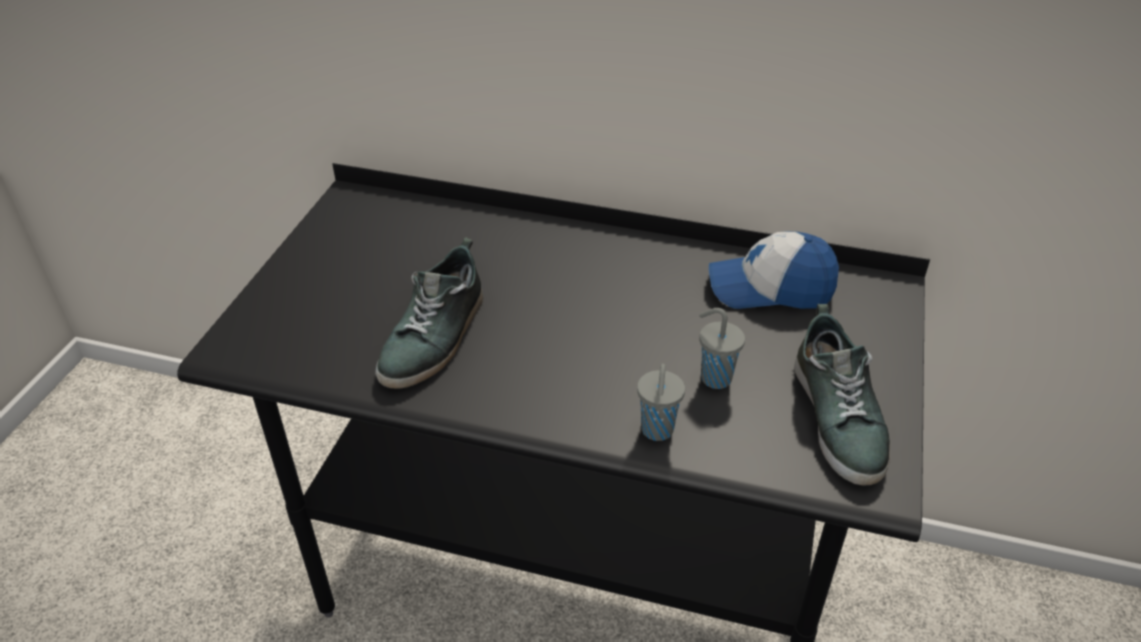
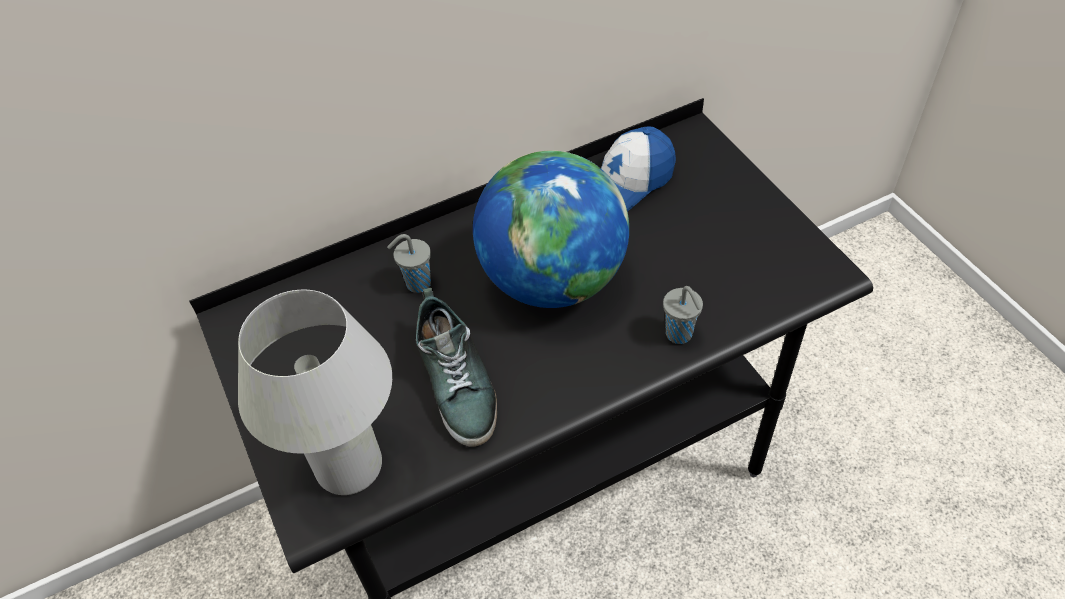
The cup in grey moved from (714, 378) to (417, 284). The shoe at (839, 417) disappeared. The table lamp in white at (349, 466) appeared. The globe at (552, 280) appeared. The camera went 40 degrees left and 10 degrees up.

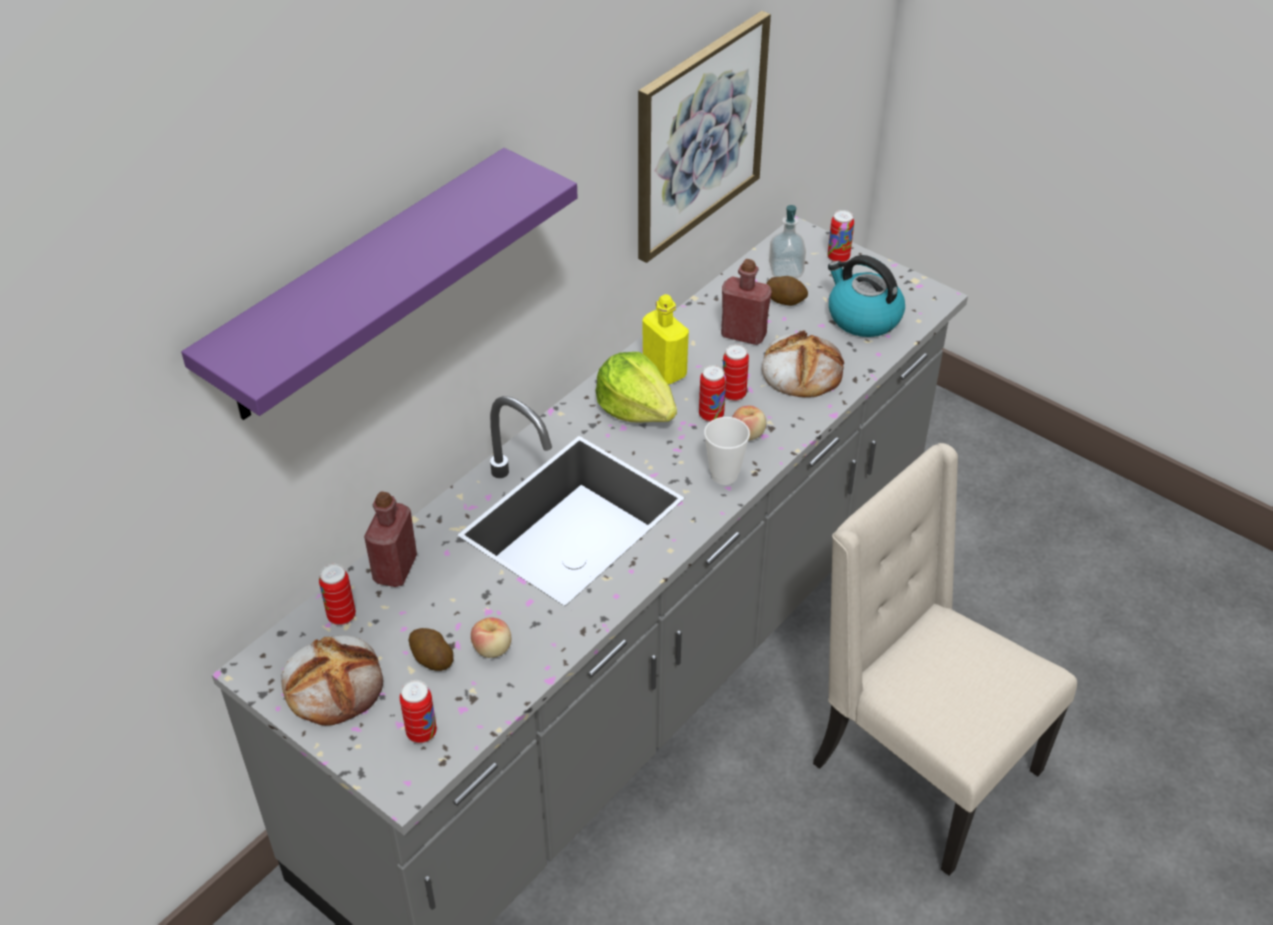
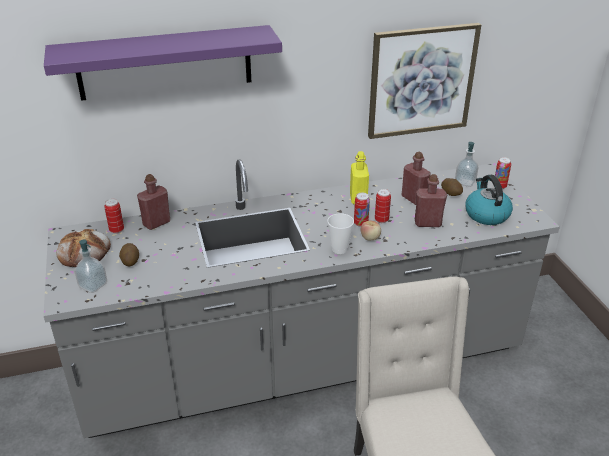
The can at (421, 732) was replaced by the soap dispenser at (93, 285). The apple at (493, 649) disappeared. The lettuce at (636, 408) disappeared. The bread at (801, 370) was replaced by the bottle in red at (427, 223). The camera went 35 degrees right and 10 degrees down.

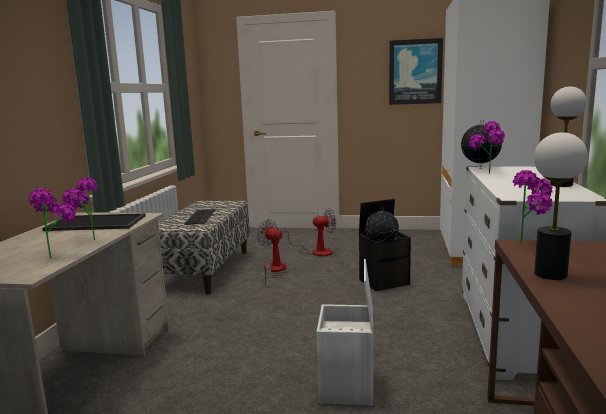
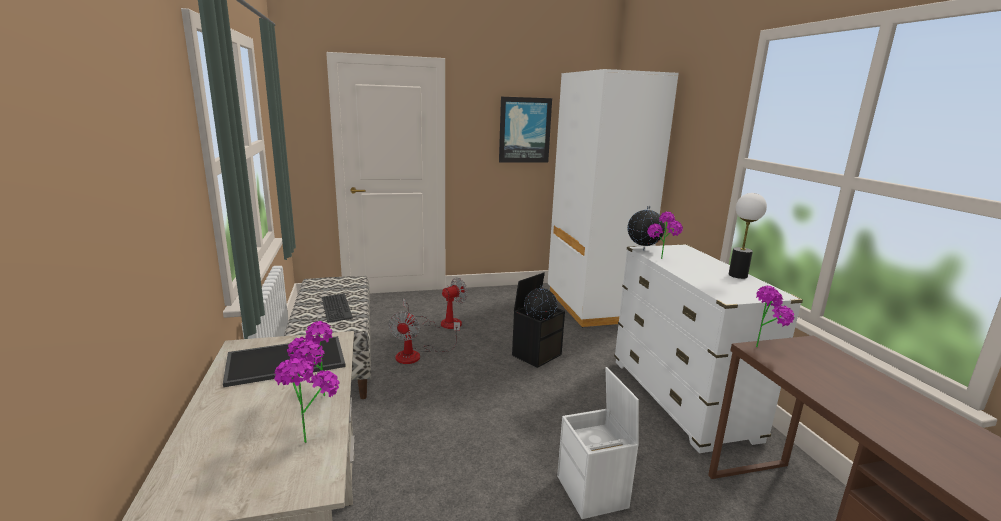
The fan at (274, 271) turned 105 degrees counterclockwise. The table lamp at (550, 274) disappeared. The camera went 25 degrees left and 5 degrees up.

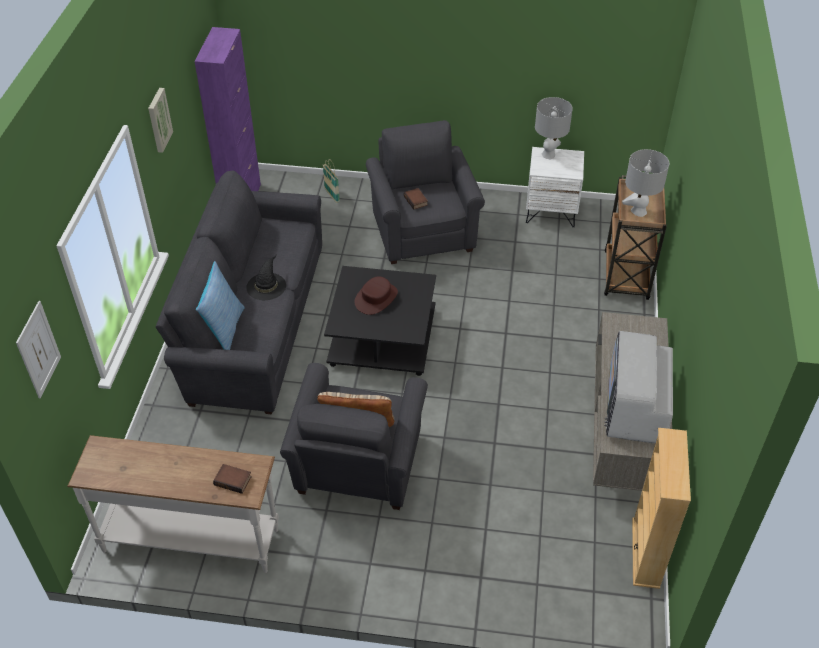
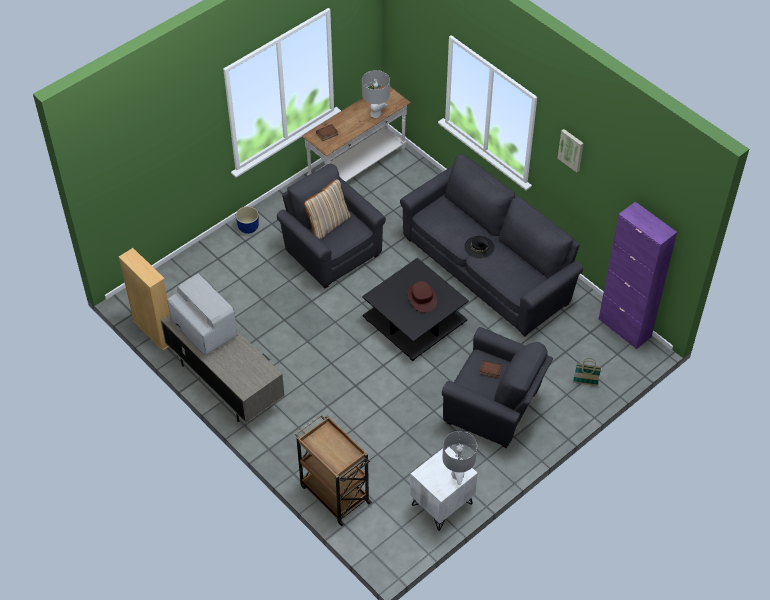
The picture at (38, 350) disappeared. The pillow at (224, 330) disappeared. The table lamp in grey moved from (638, 211) to (376, 113). The planter at (248, 228) appeared. The camera went 130 degrees right and 5 degrees up.

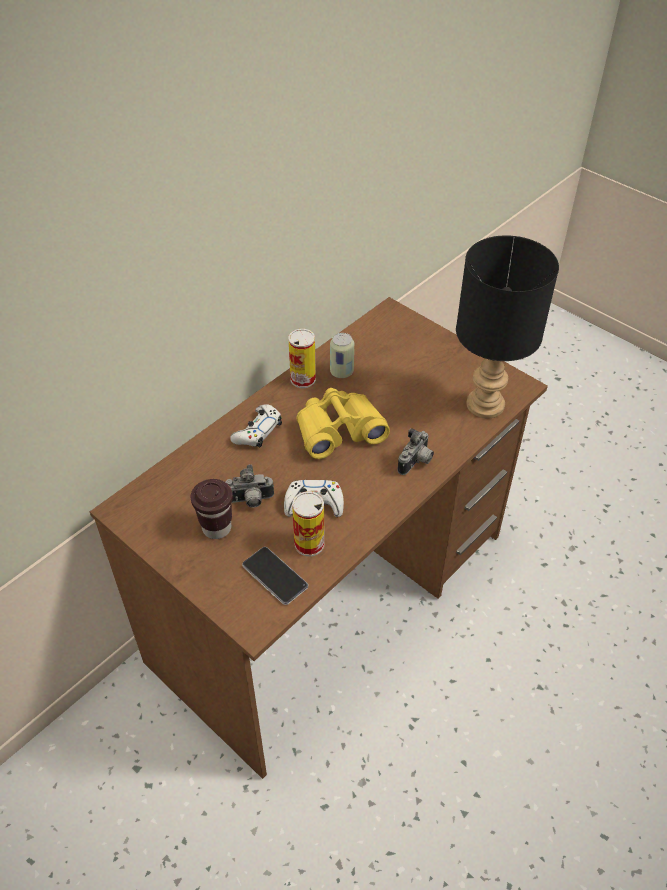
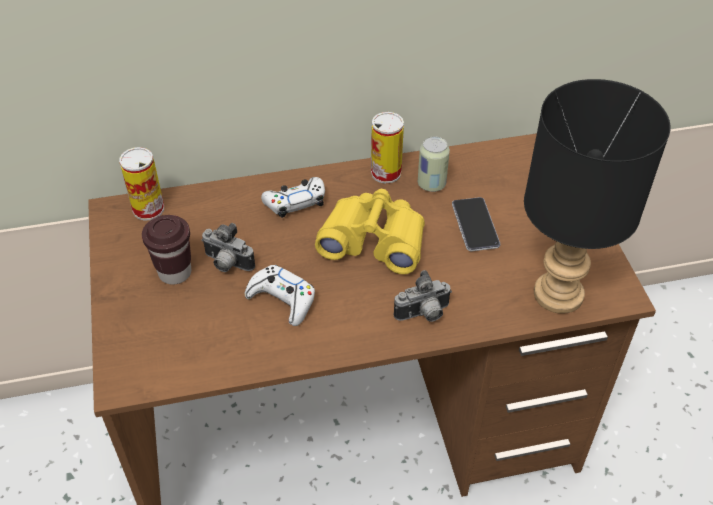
The phone moved from (275, 576) to (475, 225). The can moved from (309, 544) to (148, 209). The camera went 35 degrees right and 0 degrees up.

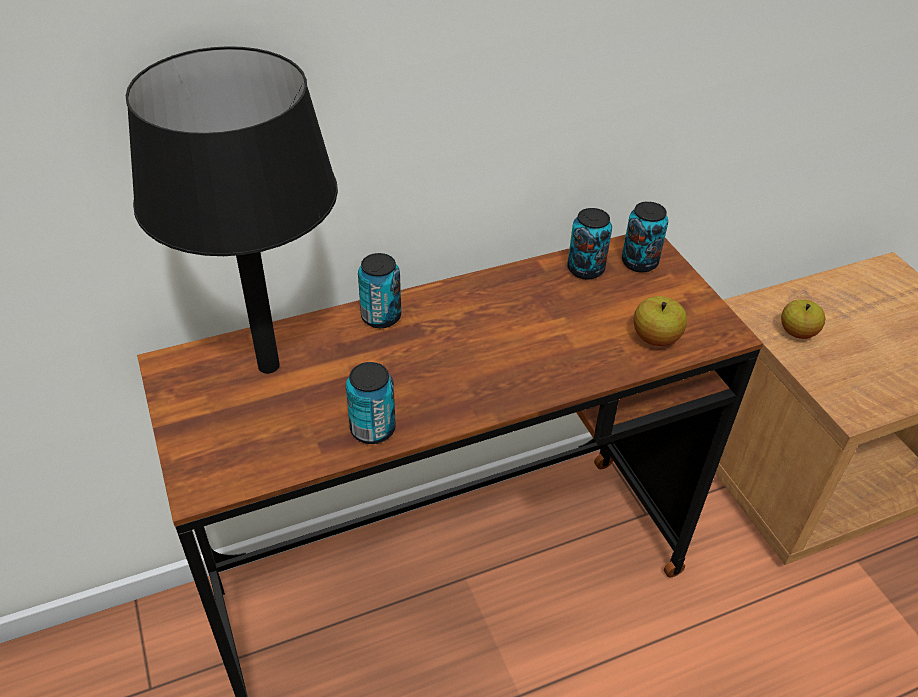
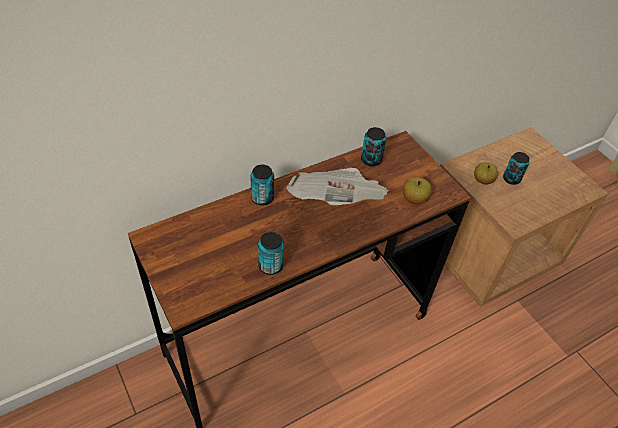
The table lamp in black at (268, 366) disappeared. The can moved from (639, 262) to (511, 179). The newspaper at (335, 203) appeared. The camera went 10 degrees left and 5 degrees up.

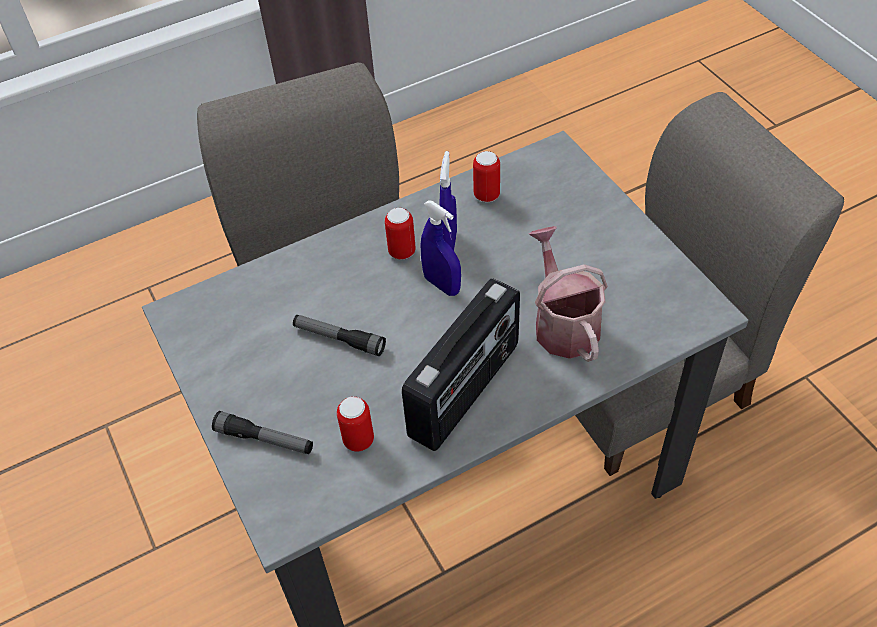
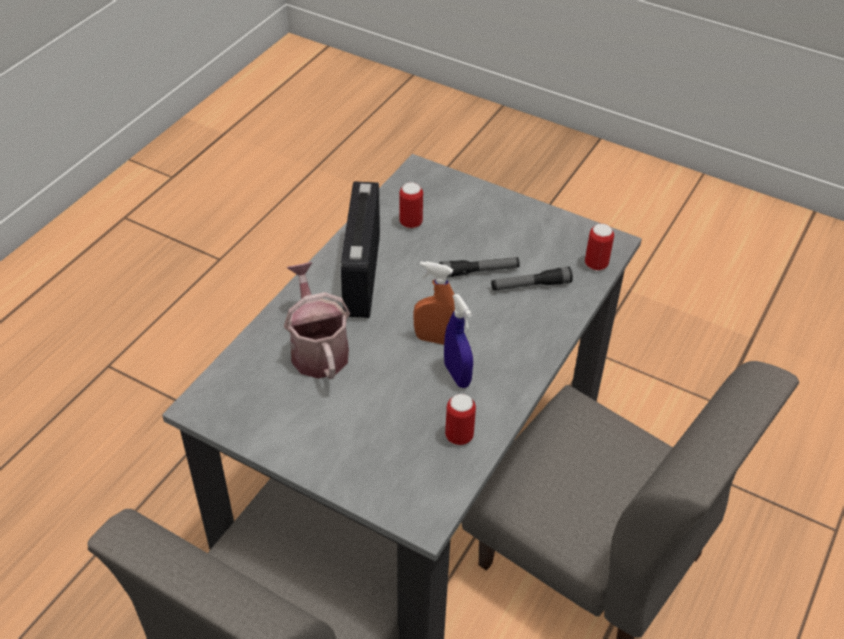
The flashlight moved from (265, 439) to (530, 285). The can moved from (402, 252) to (596, 264). The spray bottle in blue at (442, 285) became the spray bottle in orange at (435, 339). The watering can at (563, 323) turned 150 degrees counterclockwise. The camera went 145 degrees right and 5 degrees down.

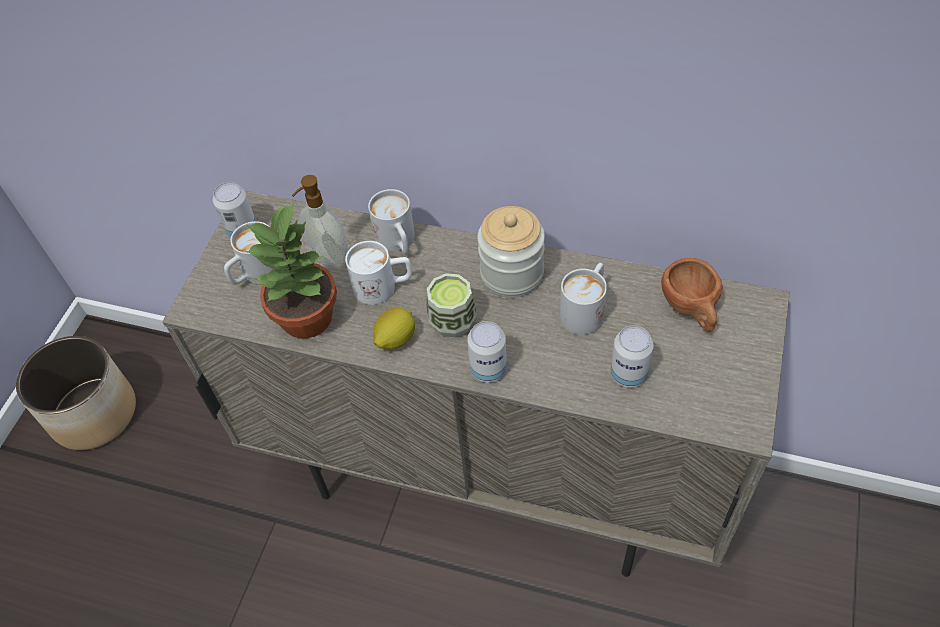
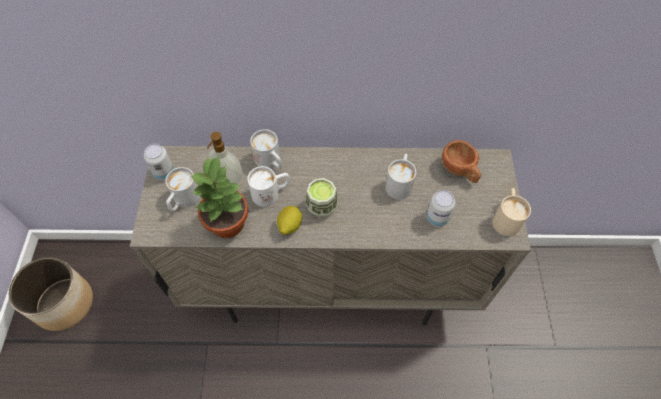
The can at (488, 369) disappeared. The jar at (512, 273) disappeared. The mug in beige at (505, 218) appeared. The camera went 20 degrees left and 5 degrees up.

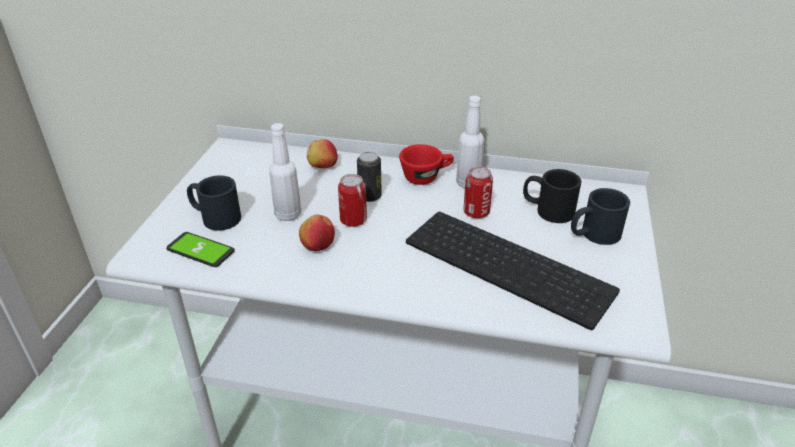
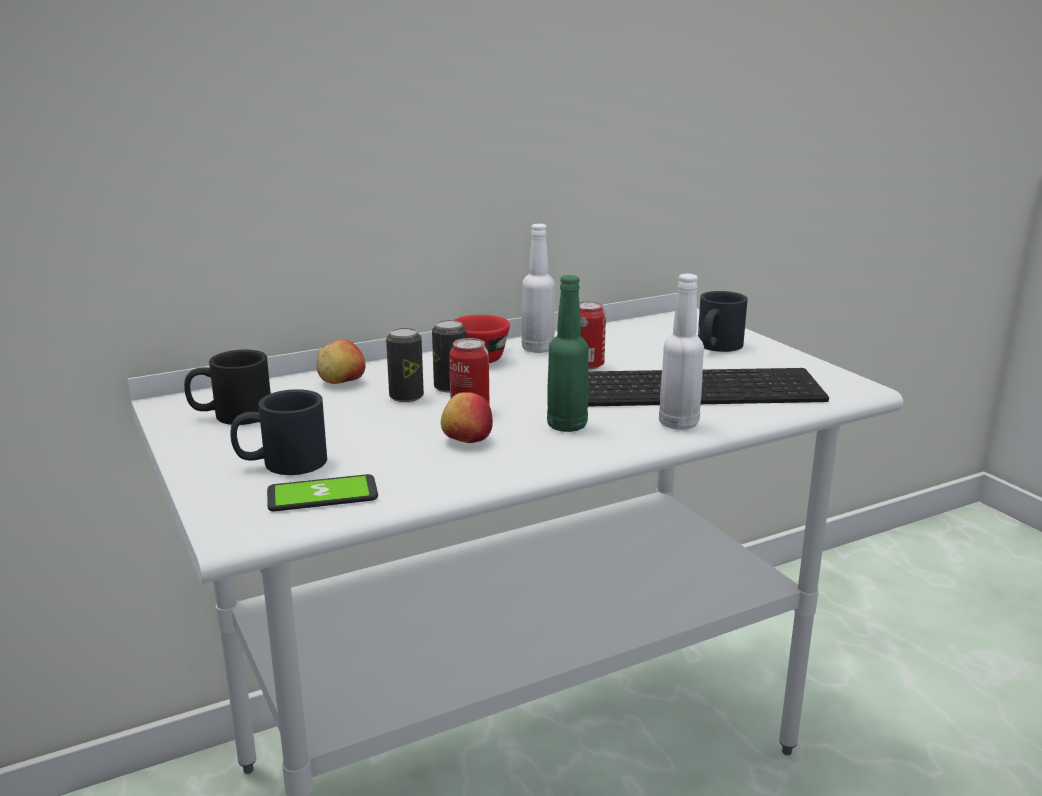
The bottle in white moved from (288, 215) to (678, 423). The mug in black moved from (547, 210) to (231, 415). The can at (406, 397) appeared. The bottle in green at (567, 425) appeared. The camera went 40 degrees left and 15 degrees down.

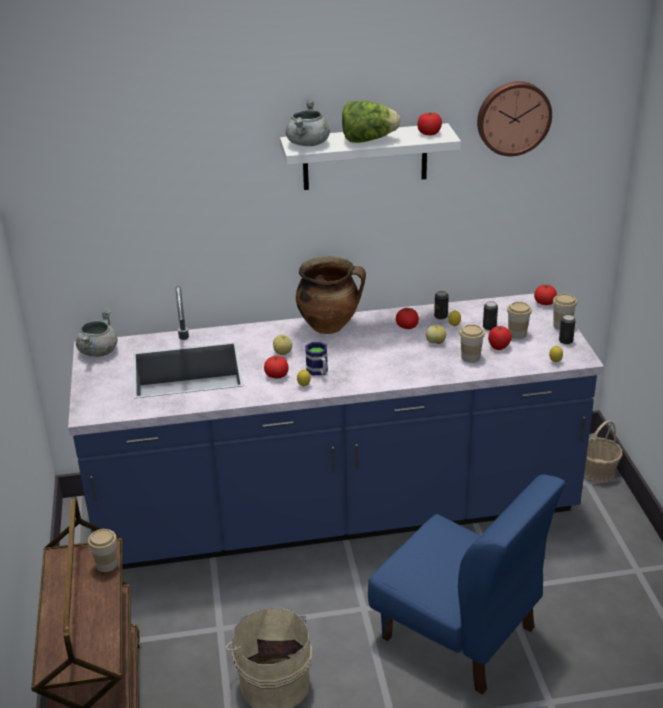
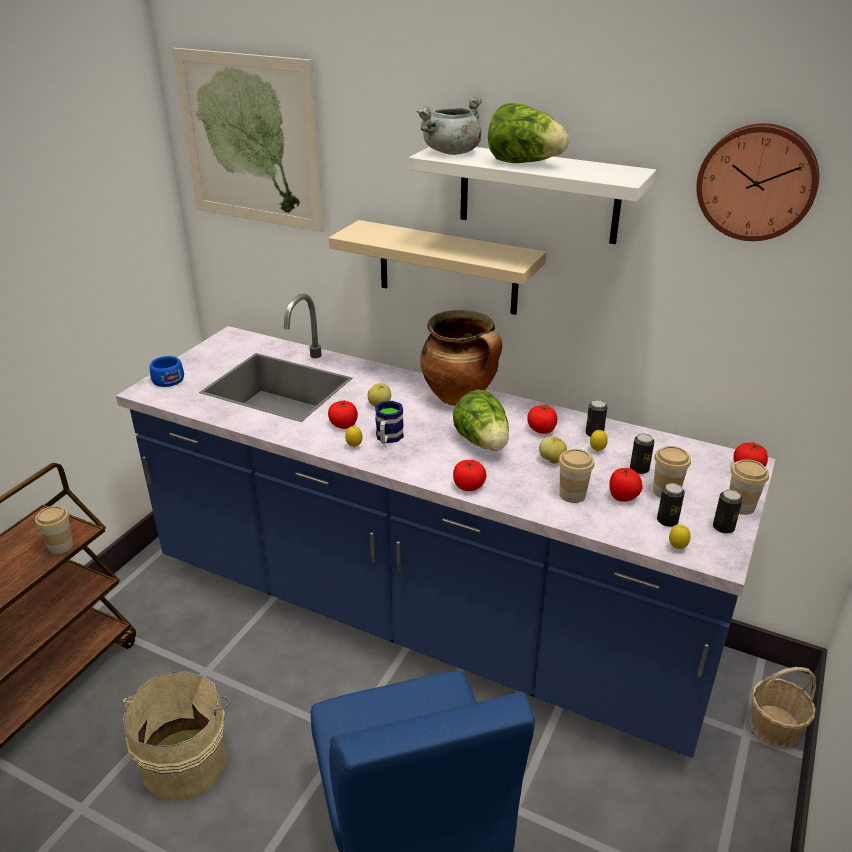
The cooking pot in grey at (98, 351) disappeared. The tomato moved from (429, 133) to (468, 486). The cup in blue at (167, 379) appeared. The picture at (250, 140) appeared. The shelf in beige at (447, 268) appeared. The lettuce at (483, 443) appeared. The can at (667, 521) appeared. The camera went 35 degrees right and 0 degrees up.

